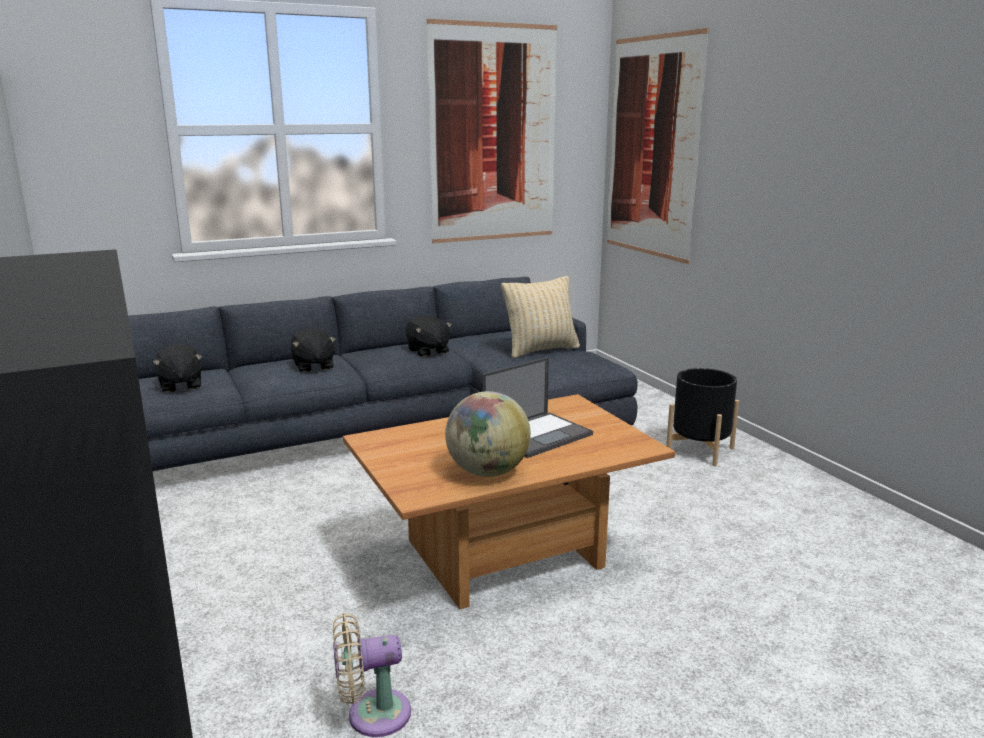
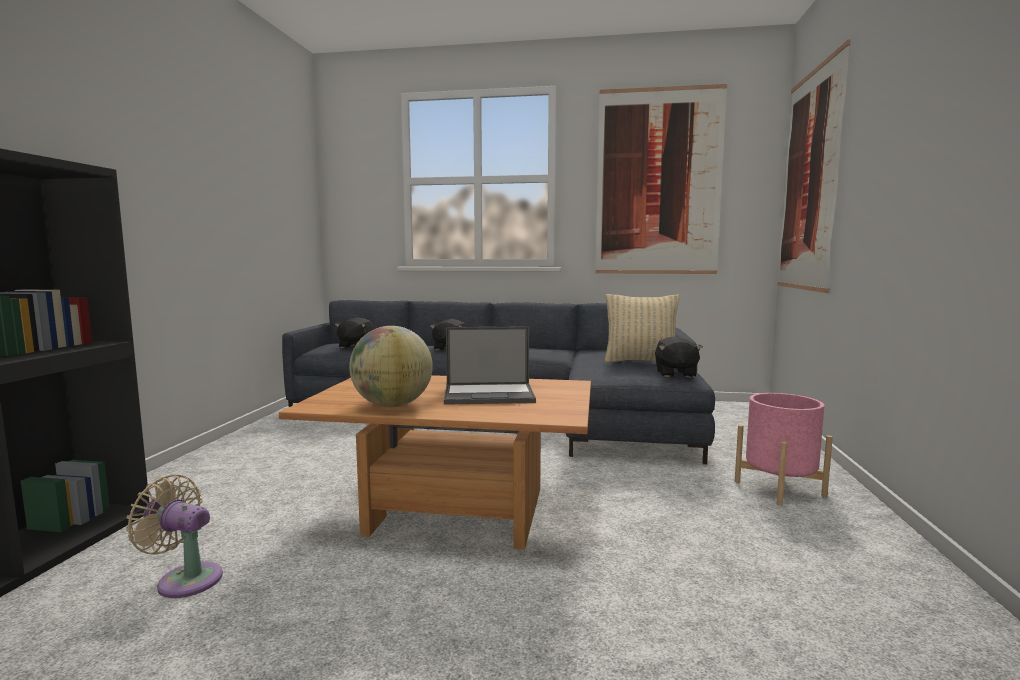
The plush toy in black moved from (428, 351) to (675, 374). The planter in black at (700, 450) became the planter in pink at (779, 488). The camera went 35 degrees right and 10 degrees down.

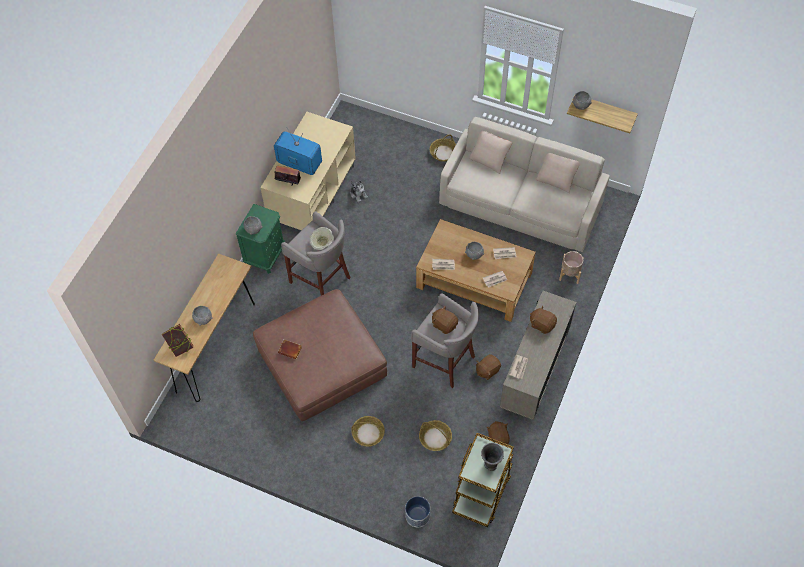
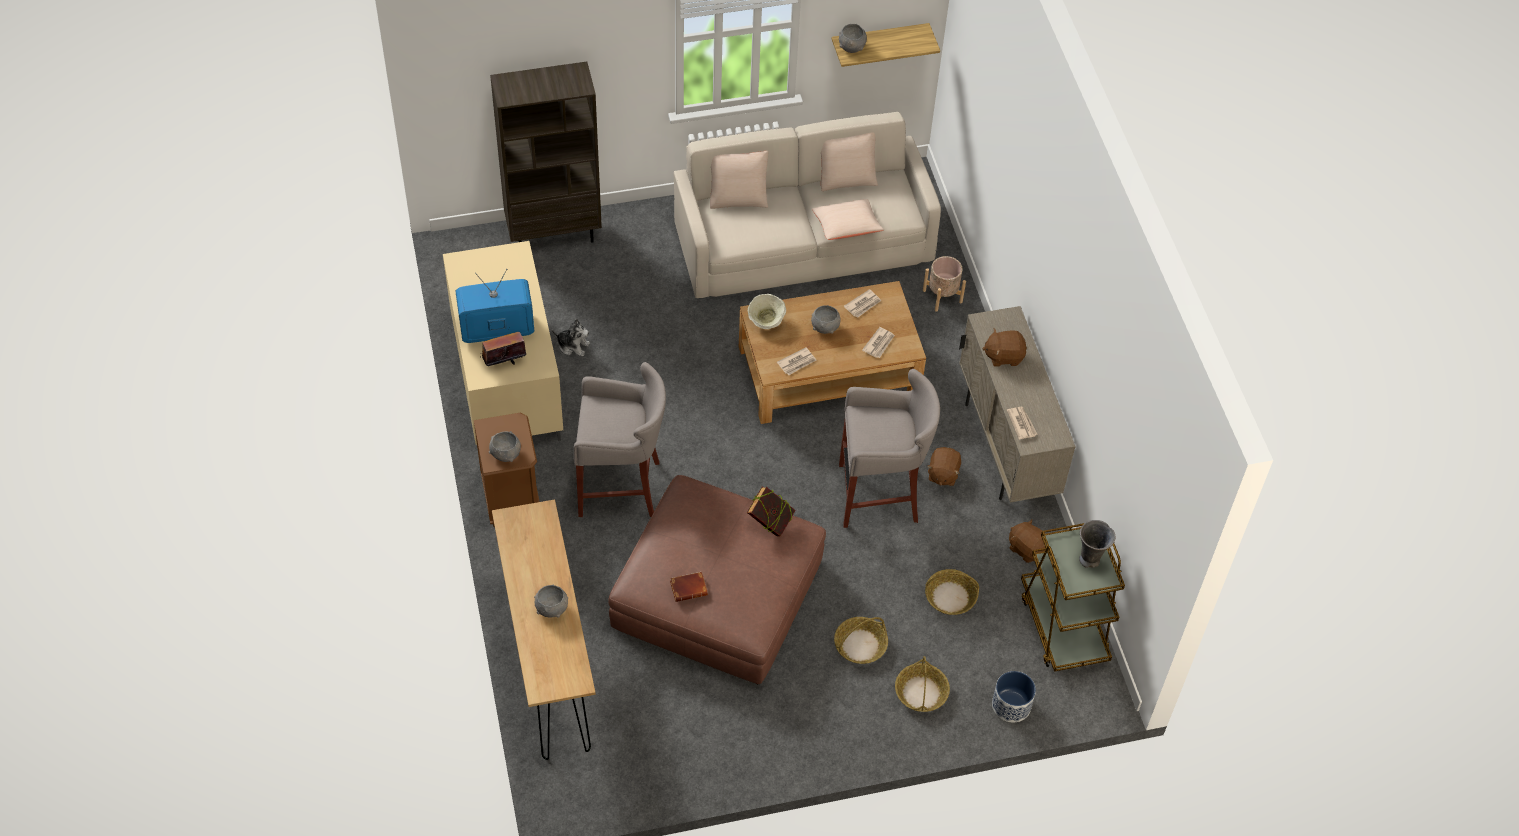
The book moved from (180, 346) to (770, 523). The nightstand in green at (265, 255) became the nightstand in brown at (511, 500). The bowl in beige moved from (322, 244) to (766, 321). The basket moved from (443, 153) to (921, 693). The plush toy in brown at (444, 324) disappeared. The bookcase in brown at (554, 233) appeared. The pillow in beige at (847, 227) appeared. The camera went 40 degrees left and 5 degrees down.

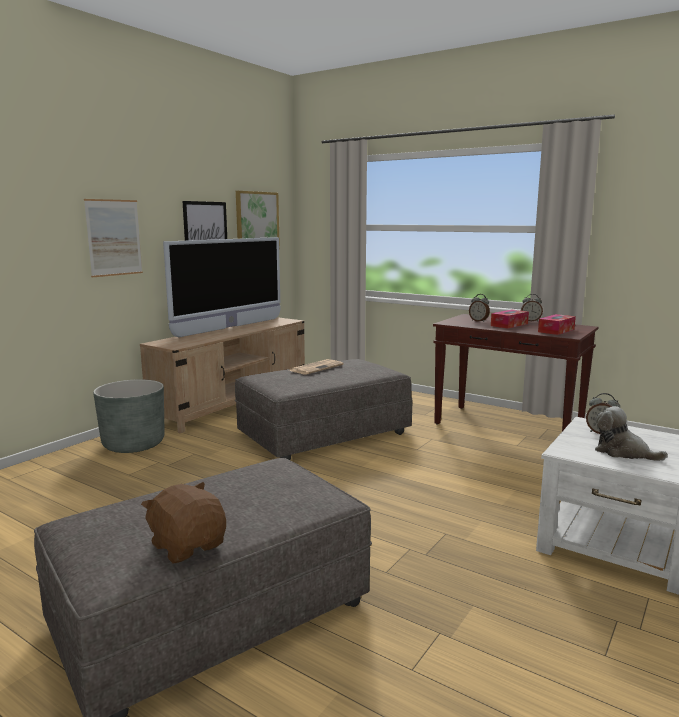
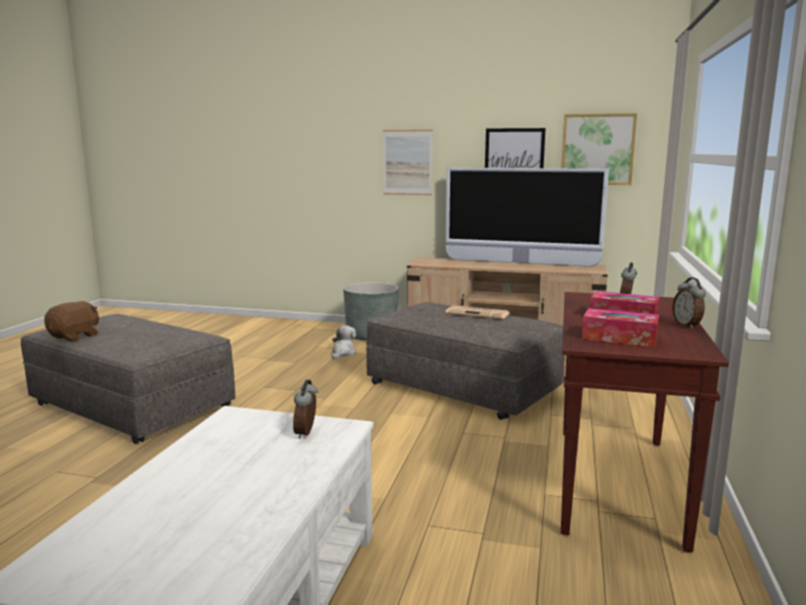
The plush toy moved from (623, 452) to (343, 353). The camera went 70 degrees right and 0 degrees up.

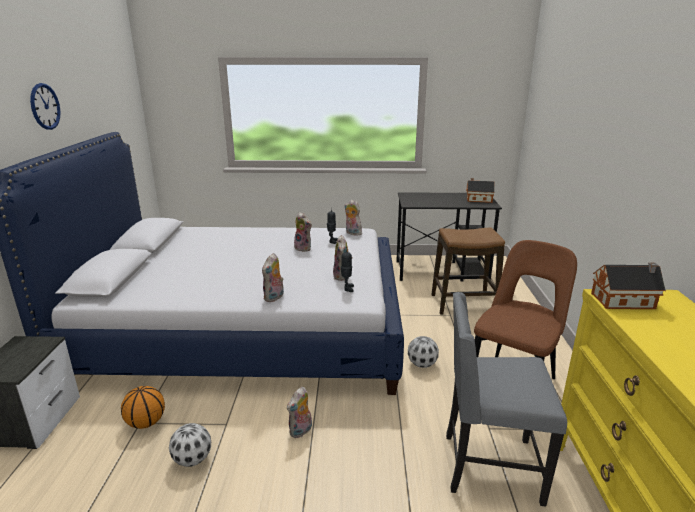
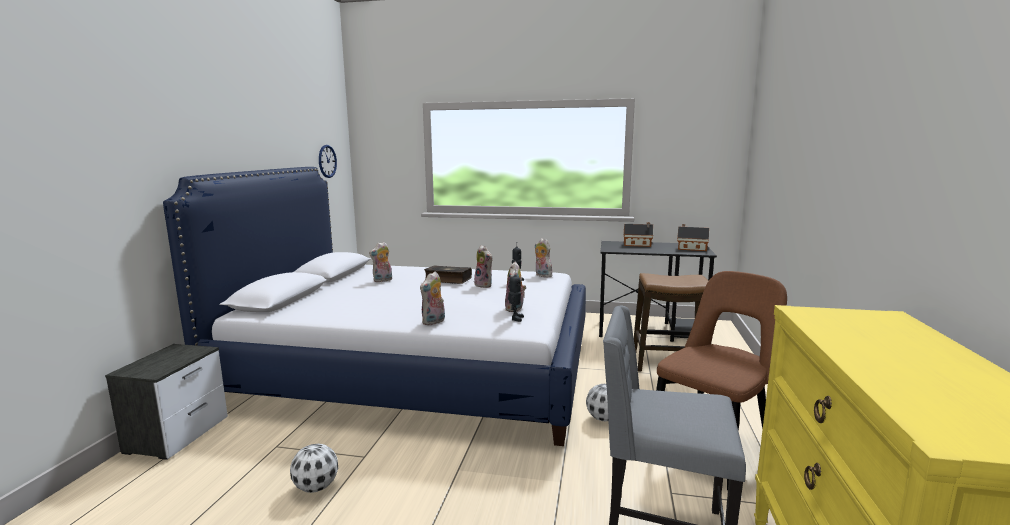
The wall clock moved from (45, 106) to (327, 161). The basketball at (146, 422) disappeared. The plush toy moved from (301, 431) to (382, 280). The toy house moved from (625, 301) to (638, 244). The book at (447, 280) appeared. The camera went 10 degrees right and 10 degrees down.

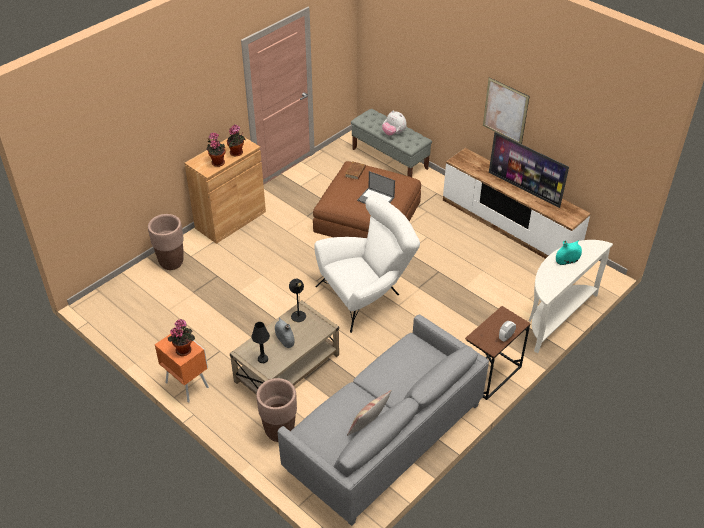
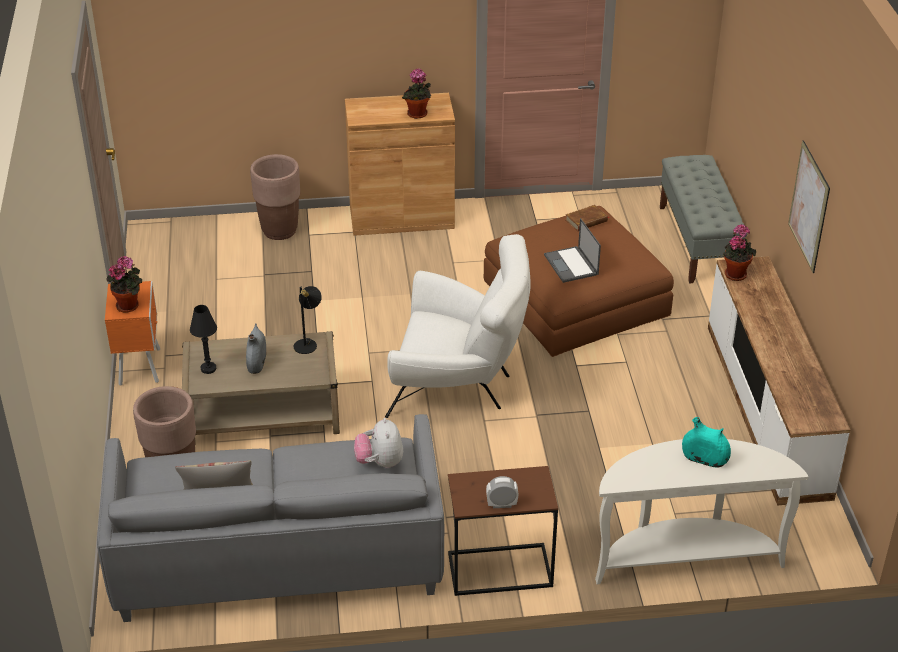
The potted plant moved from (217, 162) to (735, 273). The plush toy moved from (393, 133) to (380, 462). The television at (524, 189) disappeared. The camera went 40 degrees right and 5 degrees down.

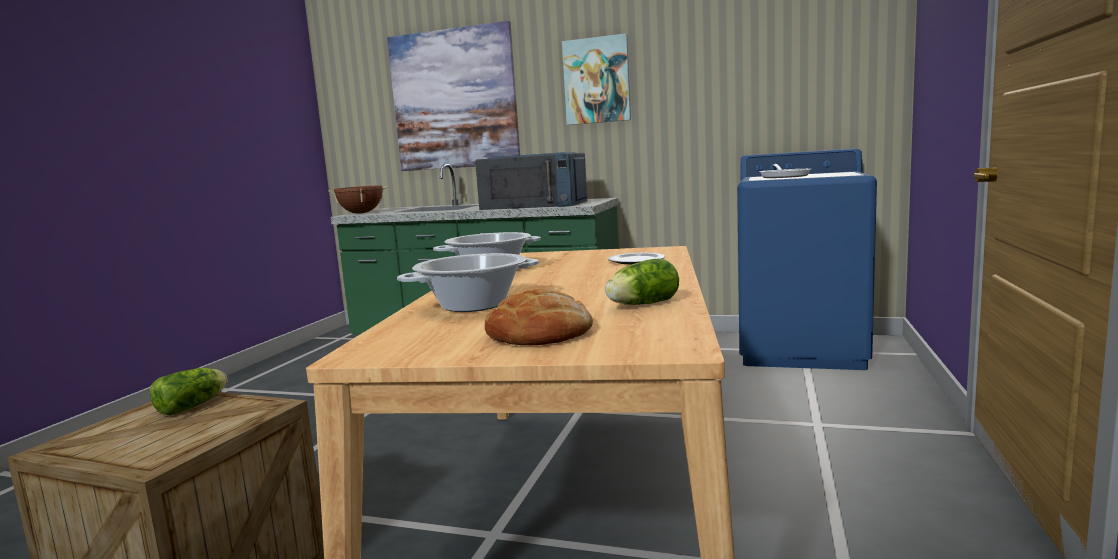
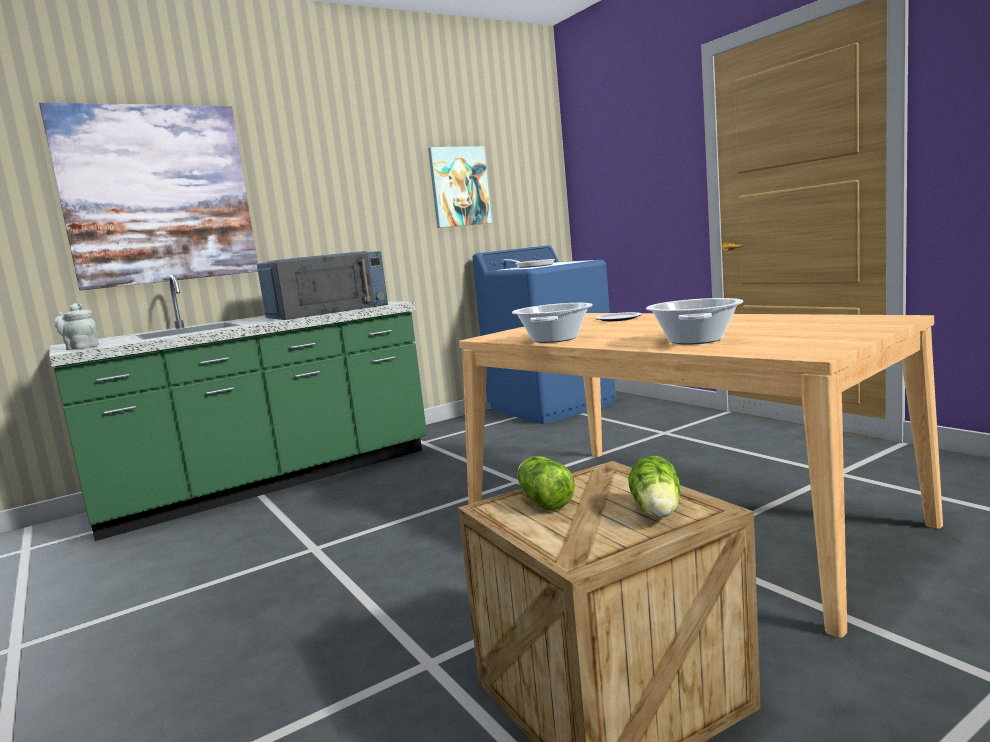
The cooking pot in brown at (361, 213) was replaced by the teapot in grey at (80, 348). The bread at (540, 333) disappeared. The picture moved from (597, 80) to (459, 187). The lettuce moved from (640, 304) to (657, 512). The camera went 50 degrees left and 0 degrees up.

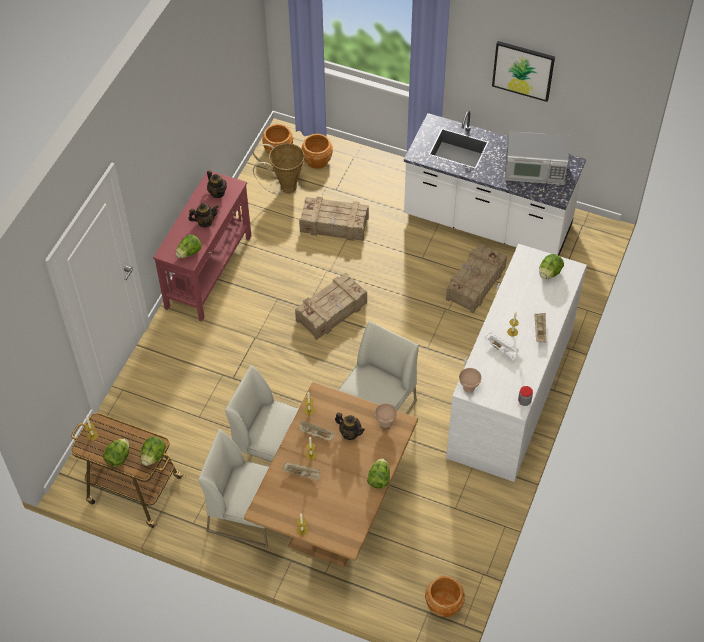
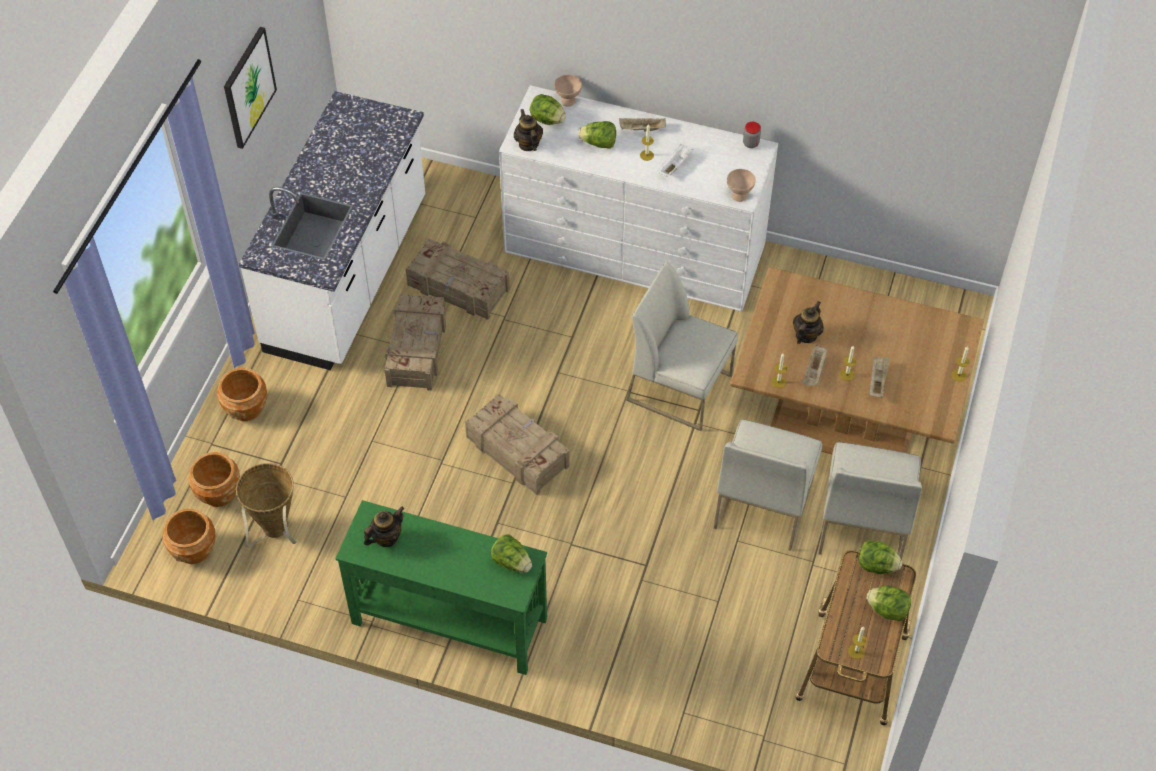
The console table in red at (209, 271) became the console table in green at (448, 620). The teapot moved from (205, 222) to (528, 144). The crate moved from (334, 225) to (417, 349). The lettuce moved from (379, 478) to (598, 143). The bowl in beige moved from (386, 422) to (568, 101). The planter in brown moved from (444, 604) to (246, 407). The microwave at (535, 170) disappeared. The camera went 95 degrees left and 0 degrees up.

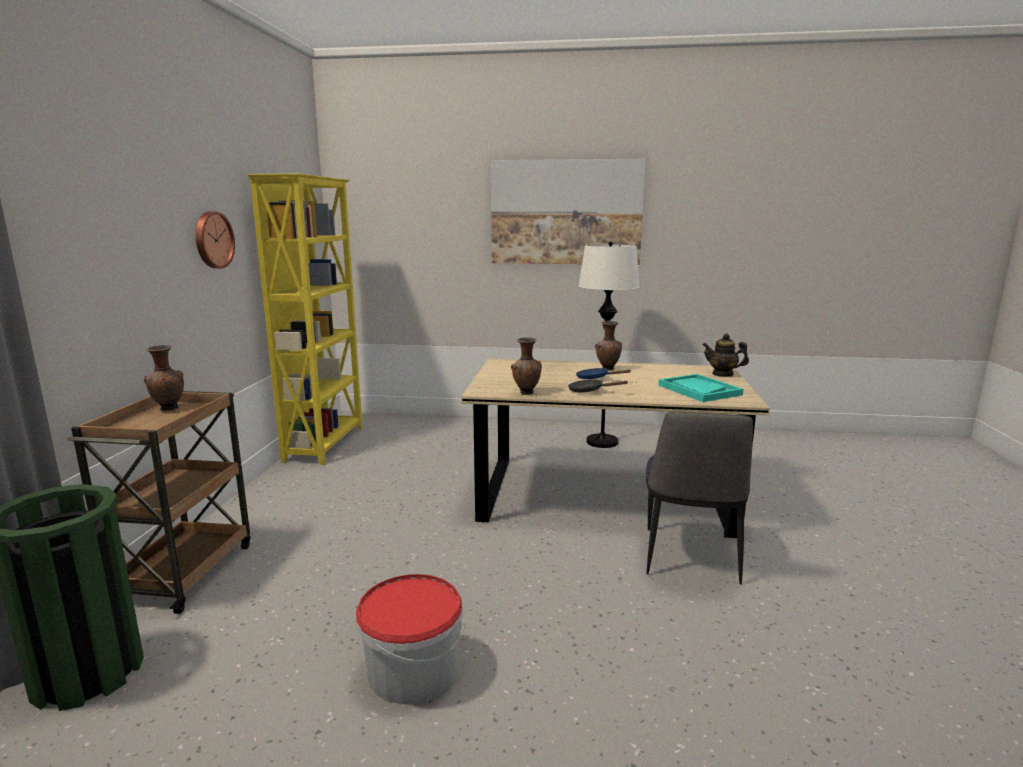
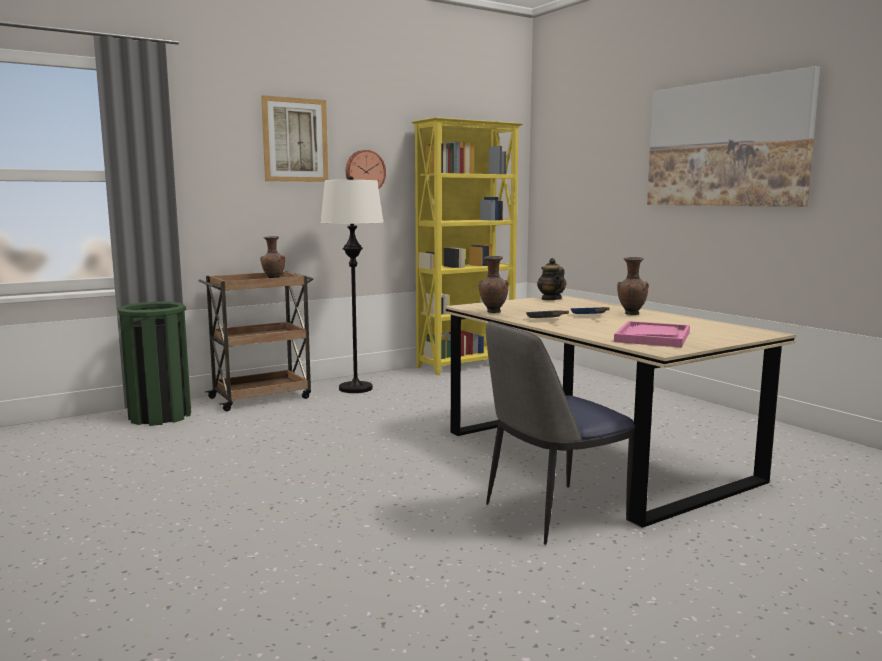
The bucket at (412, 670) disappeared. The floor lamp in white moved from (602, 442) to (355, 388). The tray in turquoise at (699, 390) became the tray in pink at (652, 337). The teapot moved from (723, 374) to (551, 299). The picture at (295, 140) appeared. The camera went 50 degrees right and 5 degrees down.

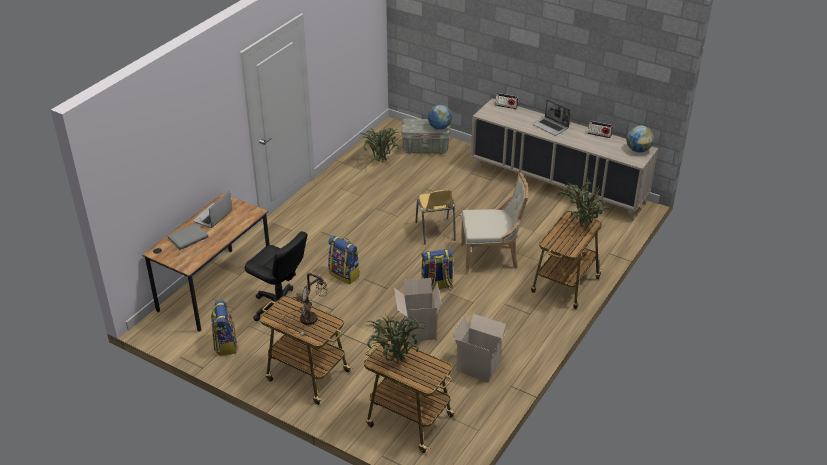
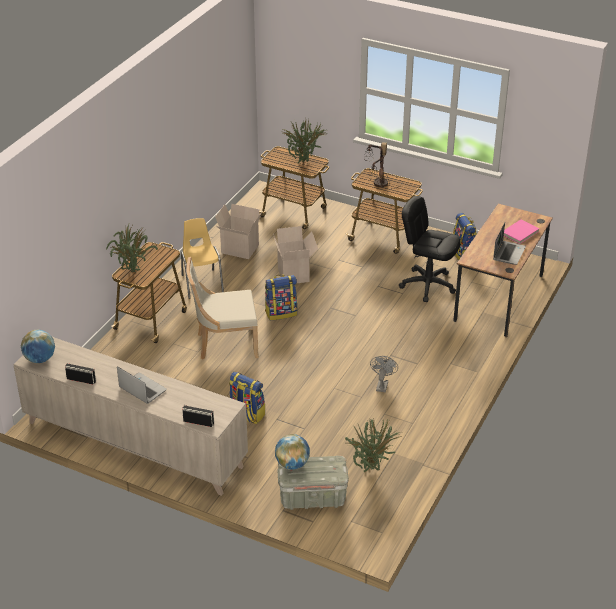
The book in grey at (187, 237) became the book in pink at (520, 233). The backpack moved from (345, 274) to (246, 414). The chair in yellow moved from (435, 231) to (202, 283). The fan in grey at (382, 385) appeared. The camera went 175 degrees right and 0 degrees up.

